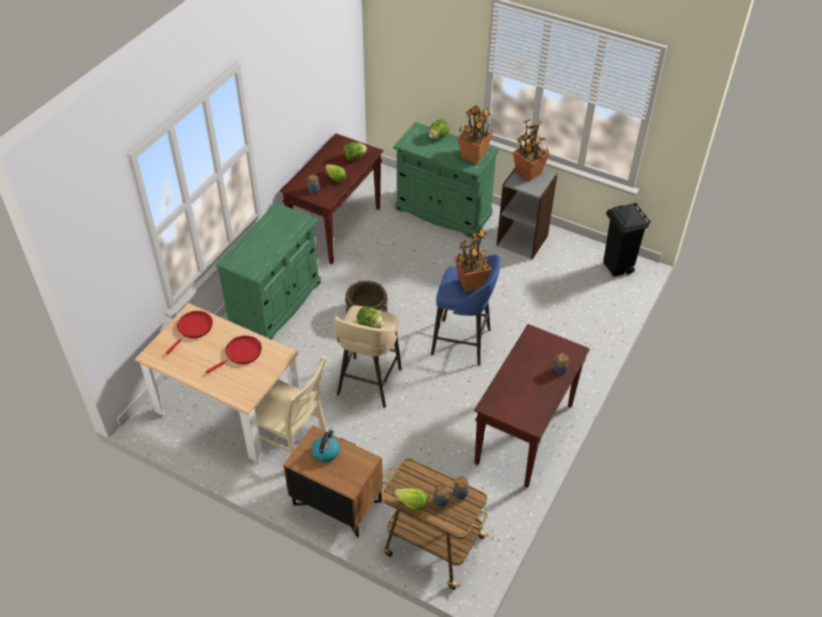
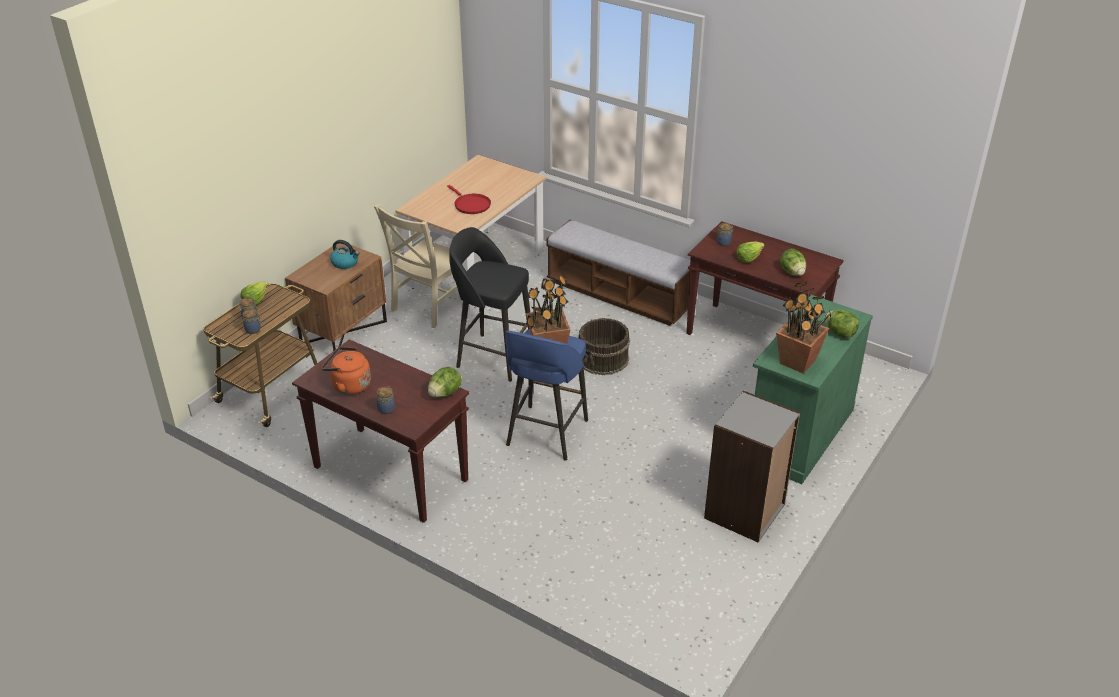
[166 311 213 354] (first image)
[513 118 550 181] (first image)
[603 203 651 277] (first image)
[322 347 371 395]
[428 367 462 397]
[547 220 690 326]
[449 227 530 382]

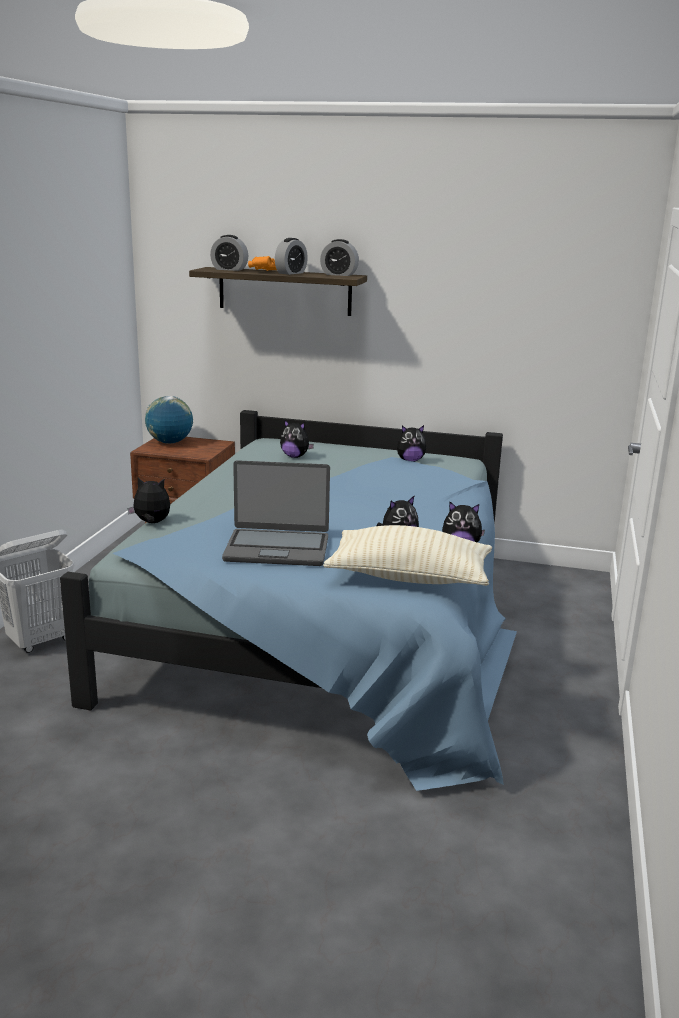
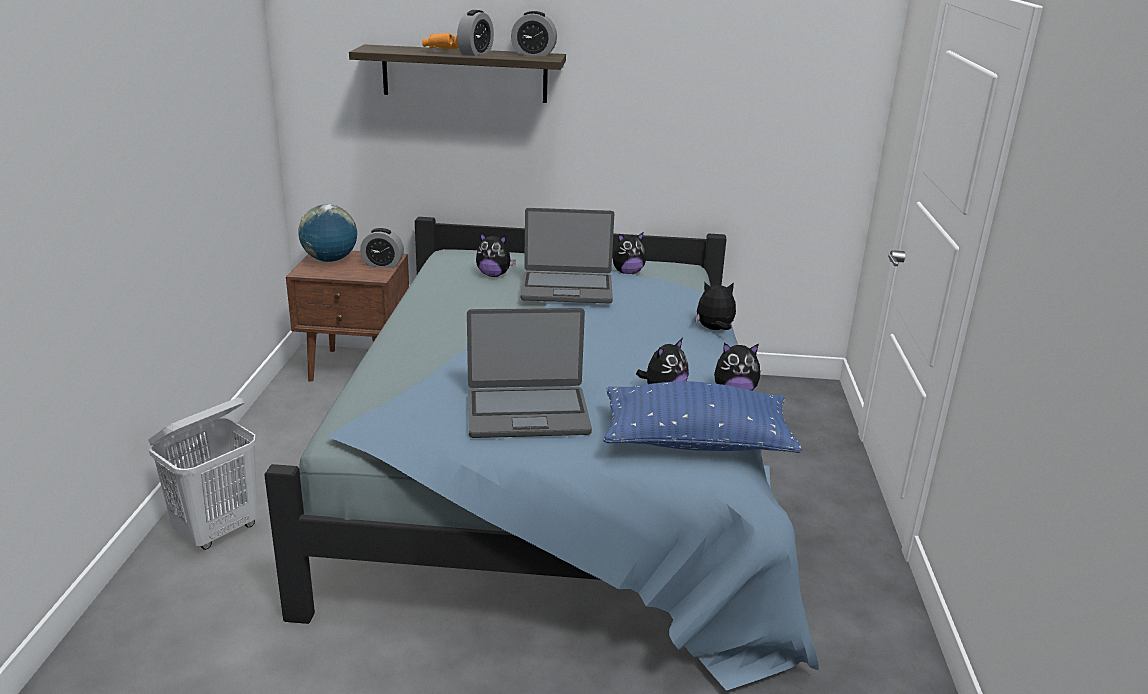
[520 208 614 303]
[695 282 736 330]
[360 228 404 268]
[603 381 802 453]

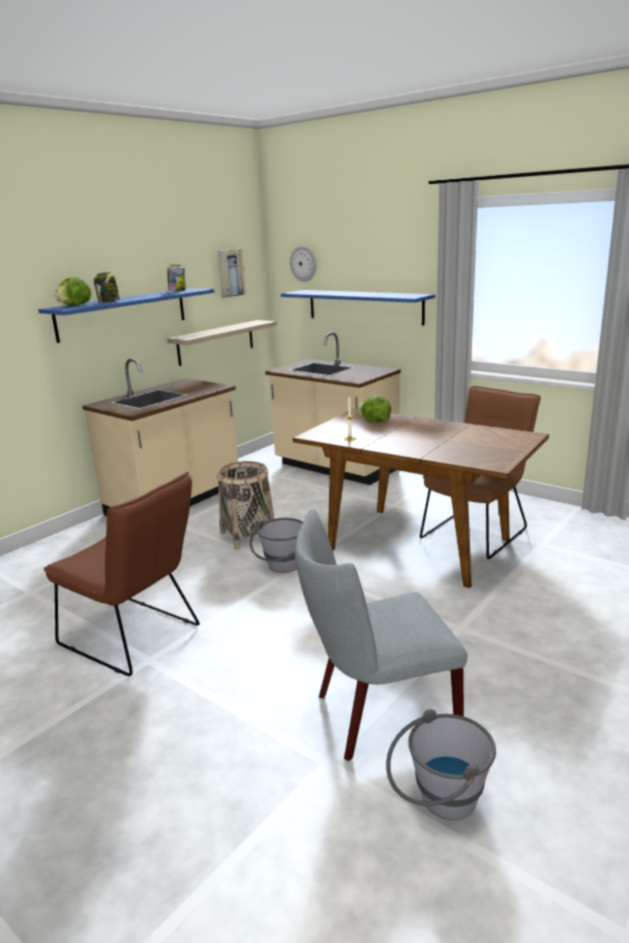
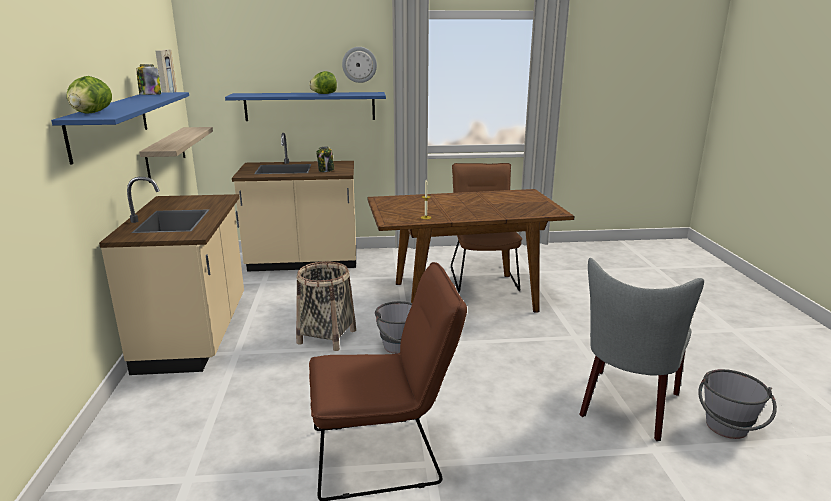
[317 146 334 172]
[342 47 377 83]
[309 71 337 94]

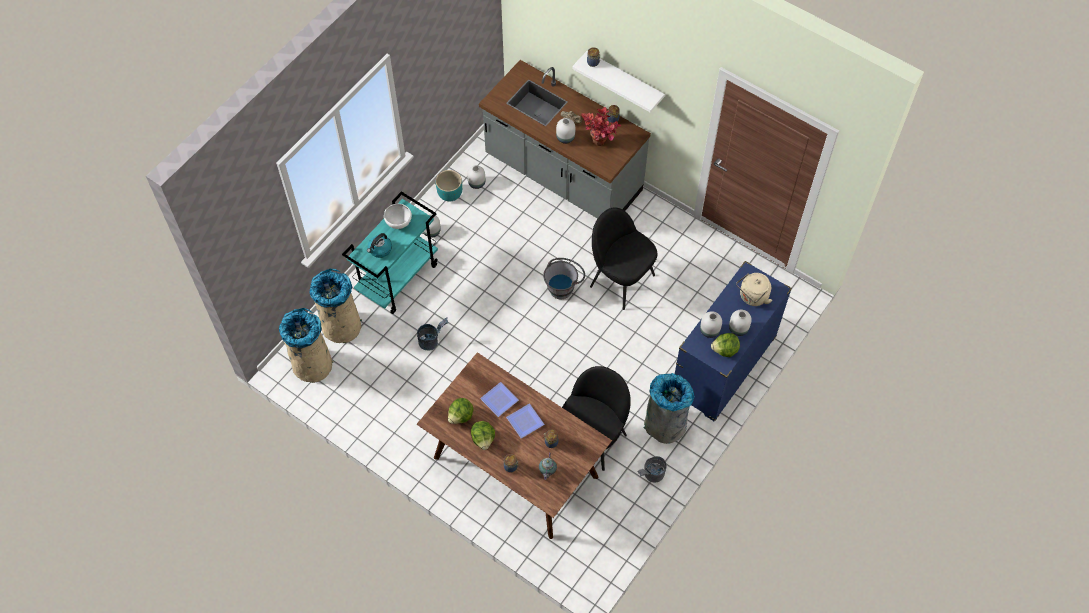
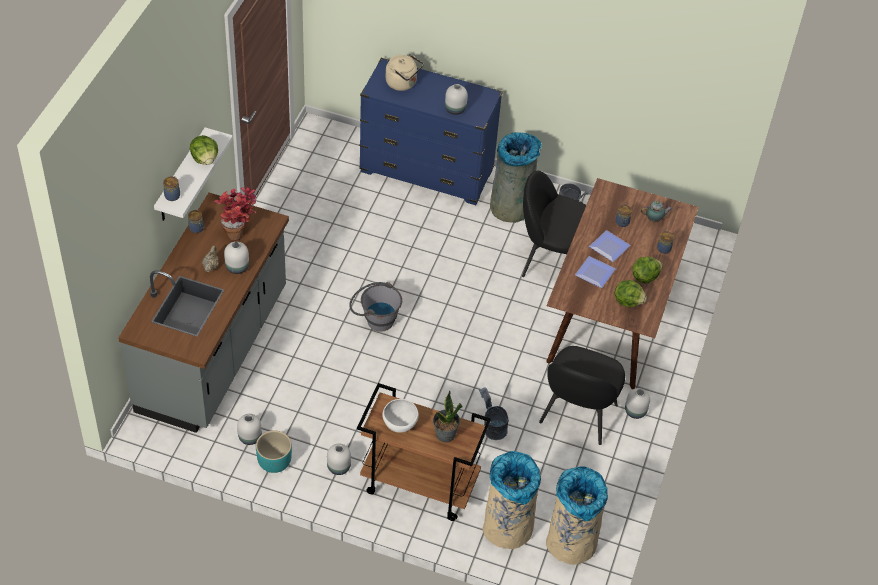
[539 346 625 445]
[190 135 218 165]
[625 388 650 419]
[433 390 463 442]
[357 383 491 521]

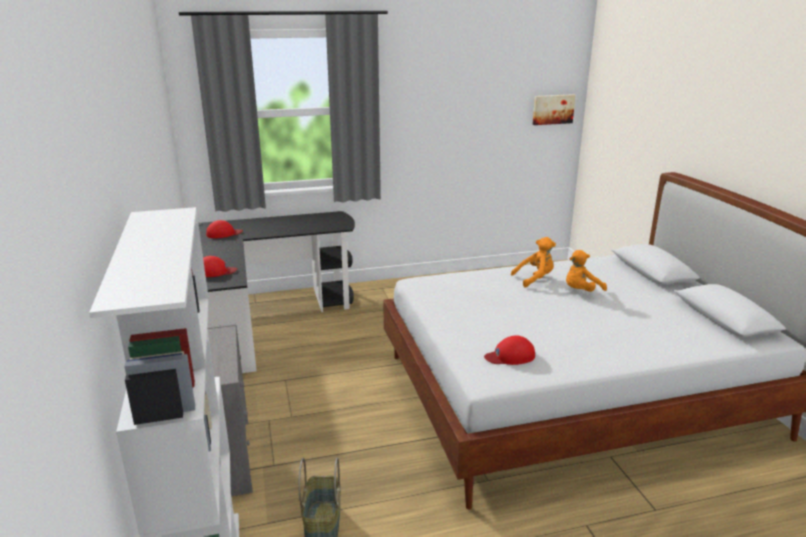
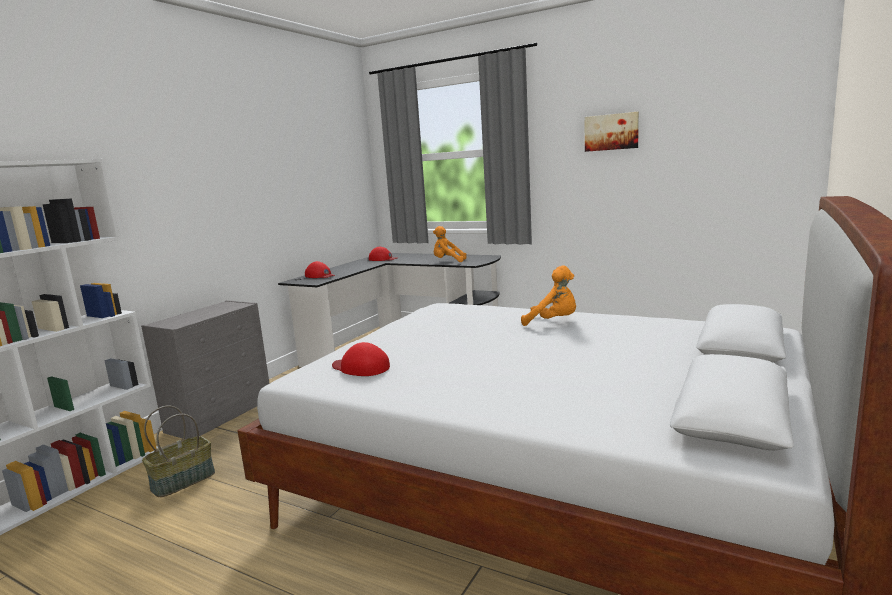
[584 112 639 152]
[433 226 467 262]

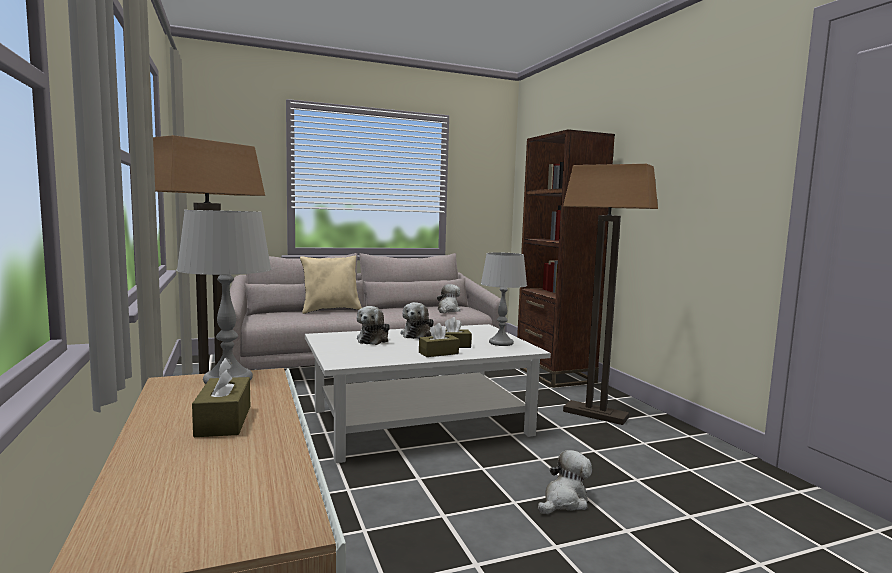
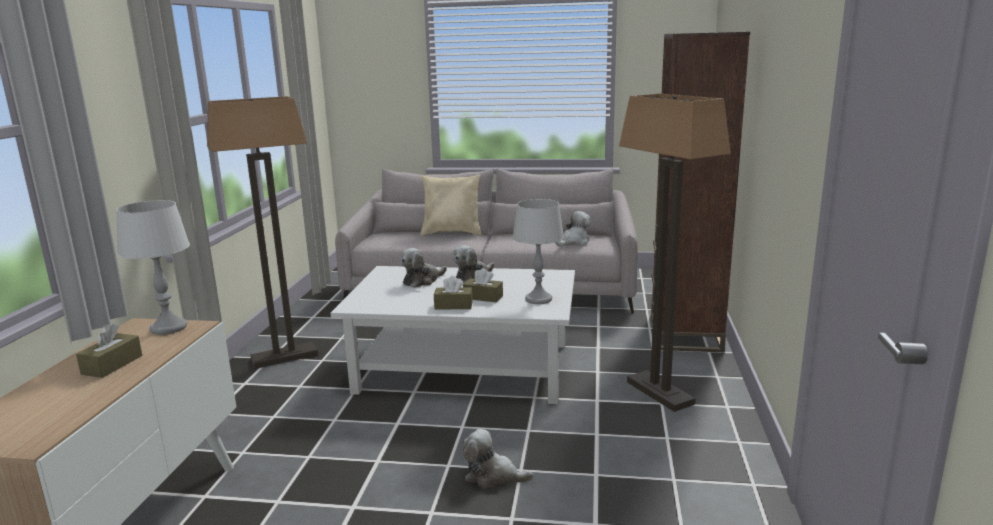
[462 429 534 488]

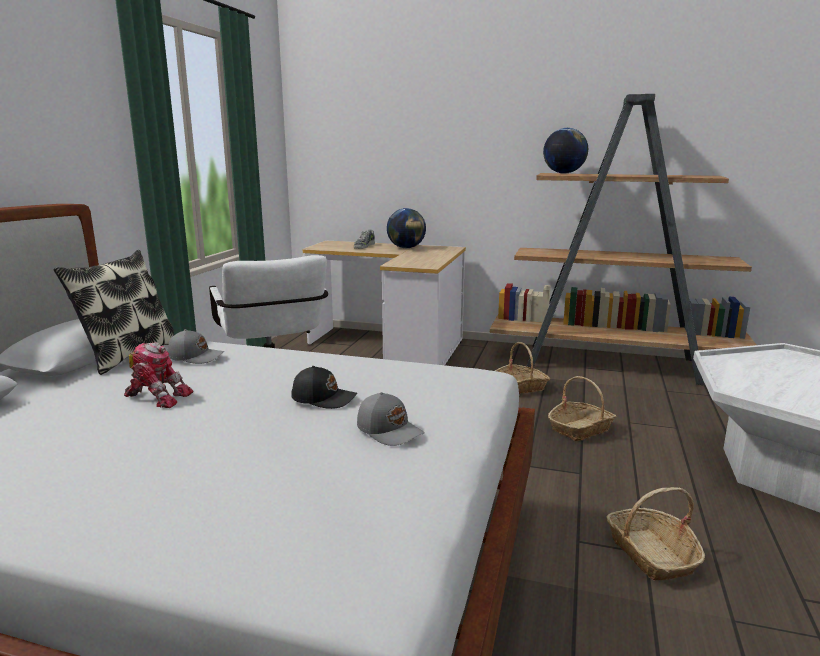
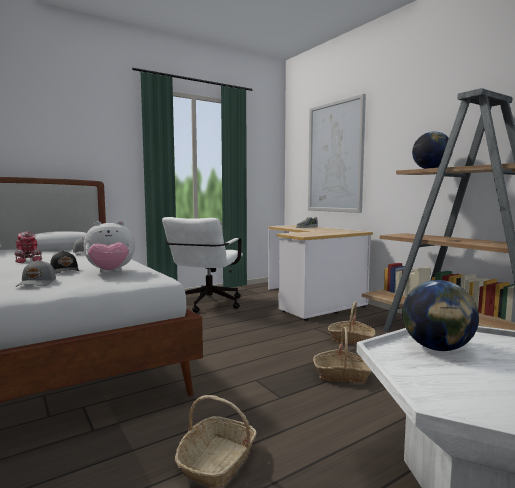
[54 250 174 375] (first image)
[84 221 135 273]
[308 94 366 213]
[402 280 479 351]

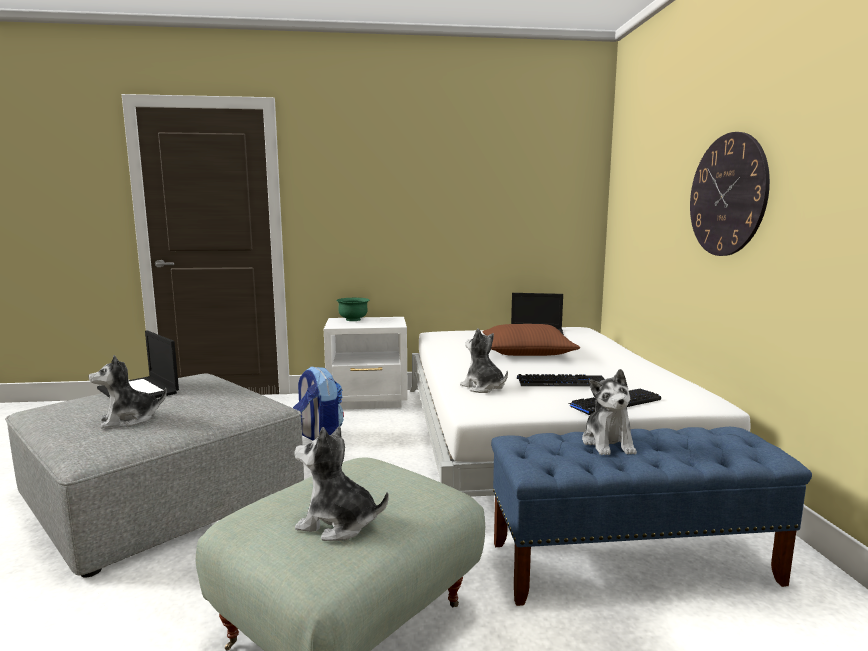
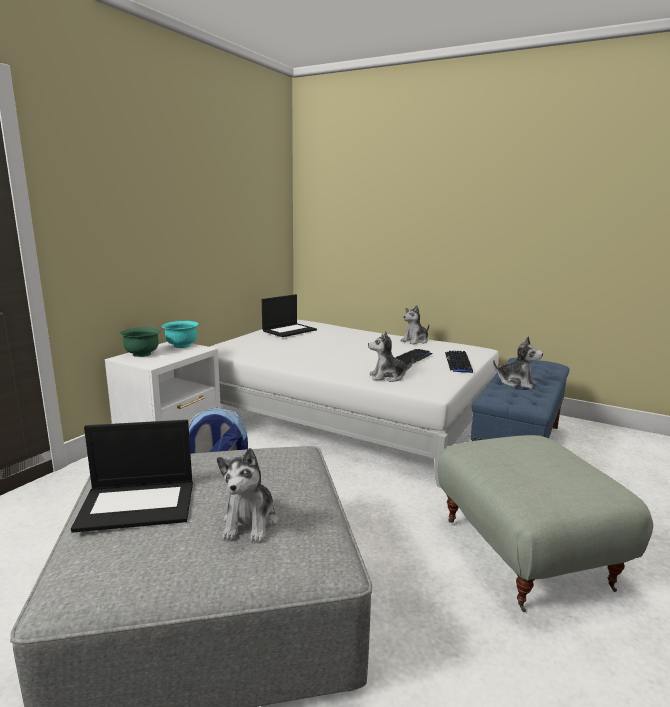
[482 324 580 356] (first image)
[690 132 770 256] (first image)
[162 321 199 348]
[401 305 429 345]

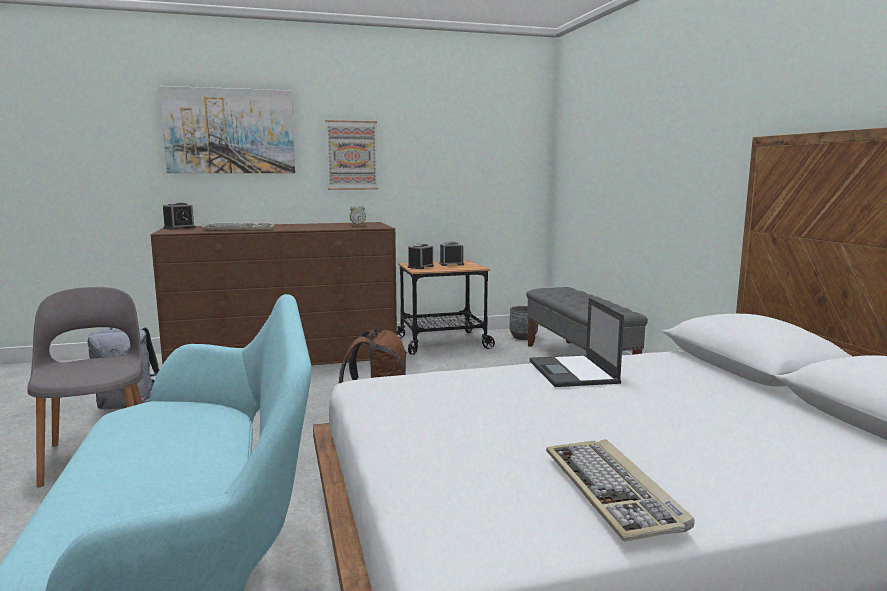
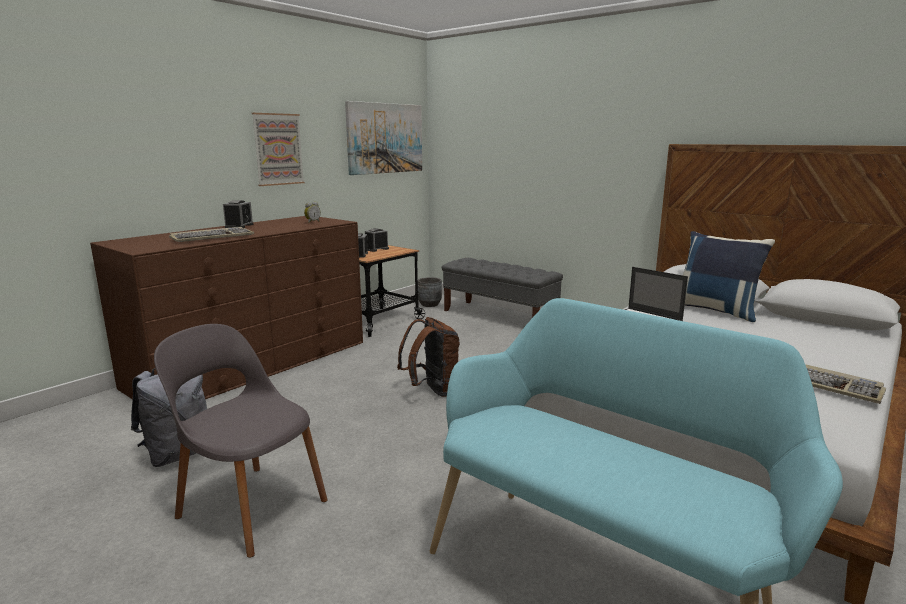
[683 231 775 322]
[345 101 422 175]
[223 200 253 228]

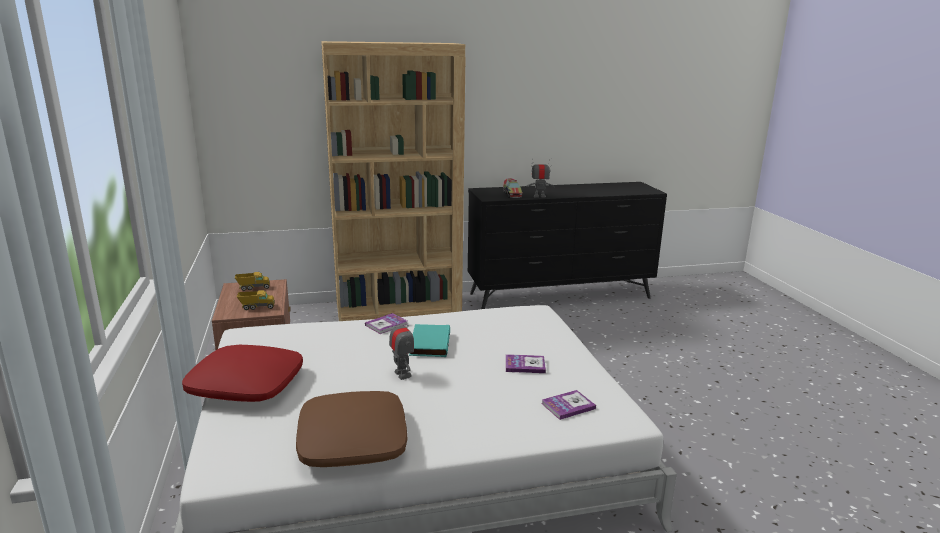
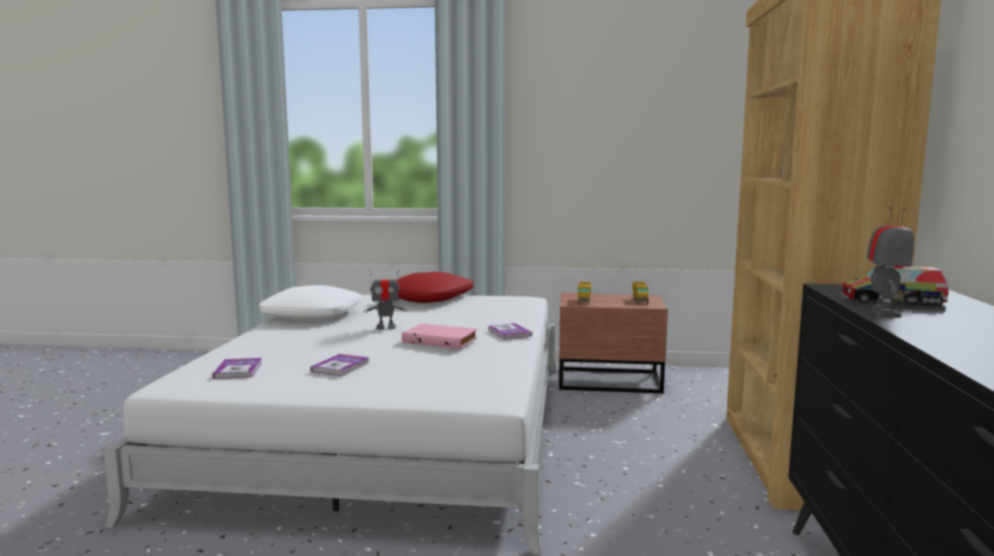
[259 285 362 321]
[402 323 478 349]

